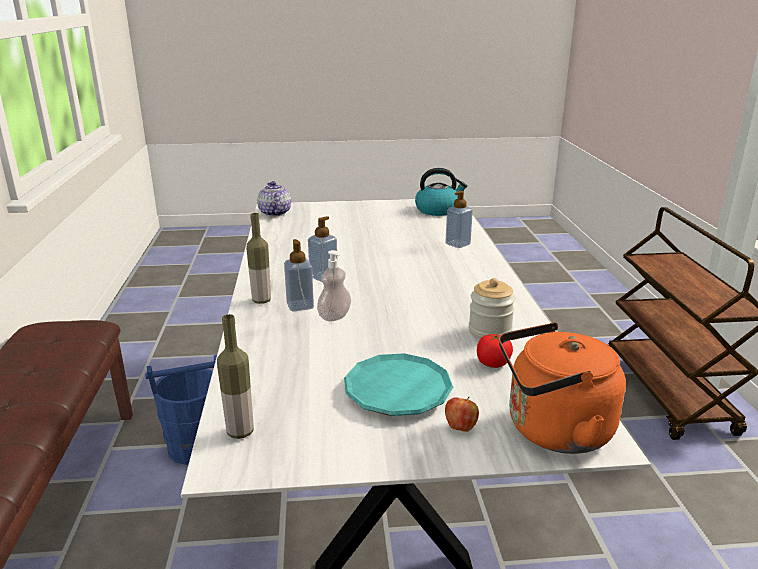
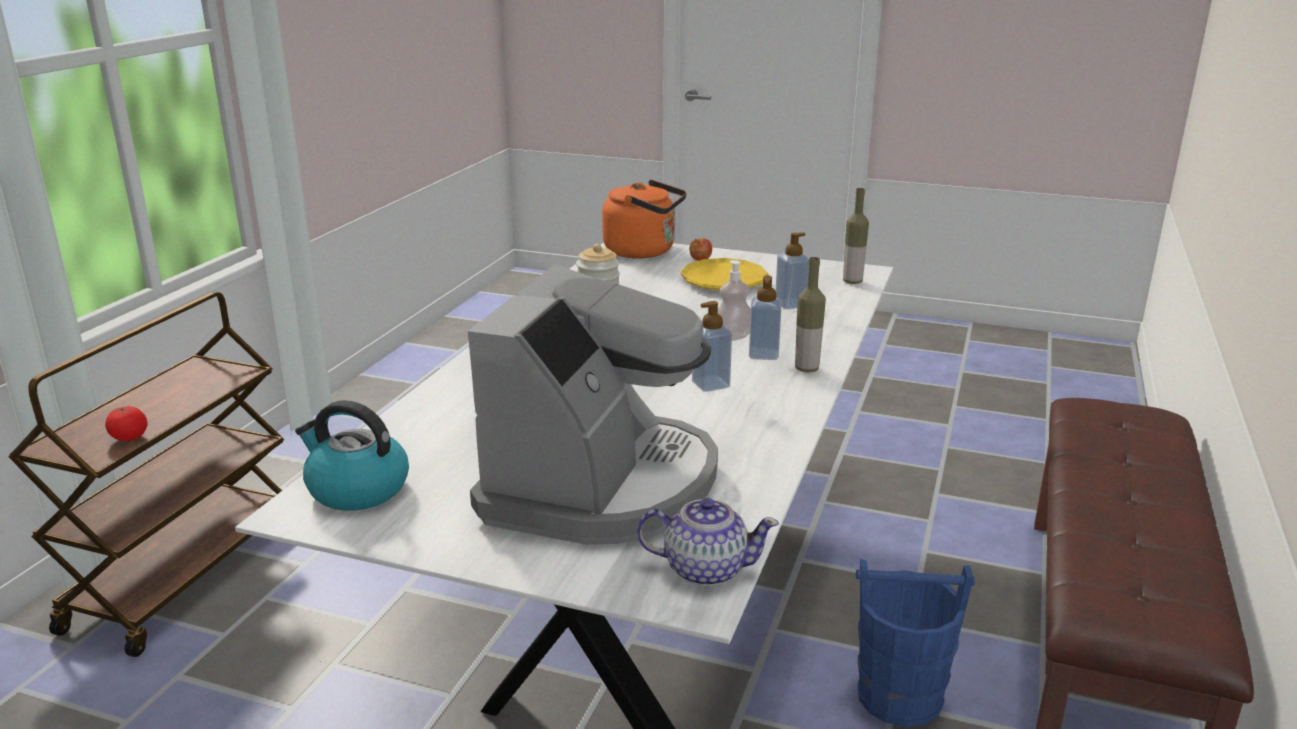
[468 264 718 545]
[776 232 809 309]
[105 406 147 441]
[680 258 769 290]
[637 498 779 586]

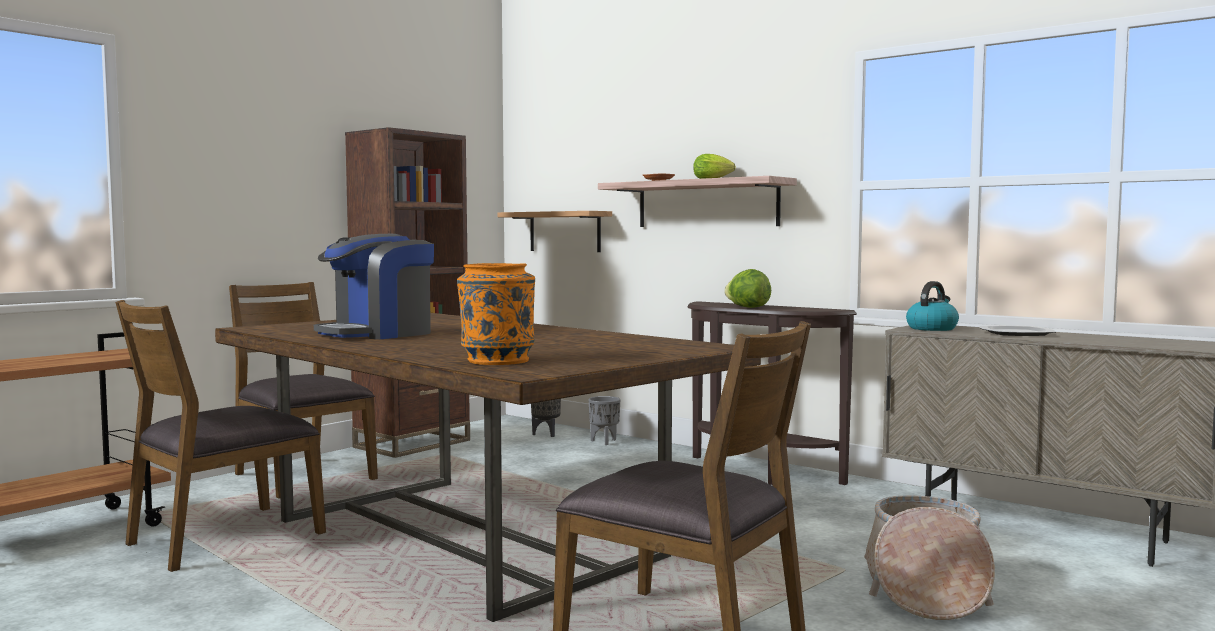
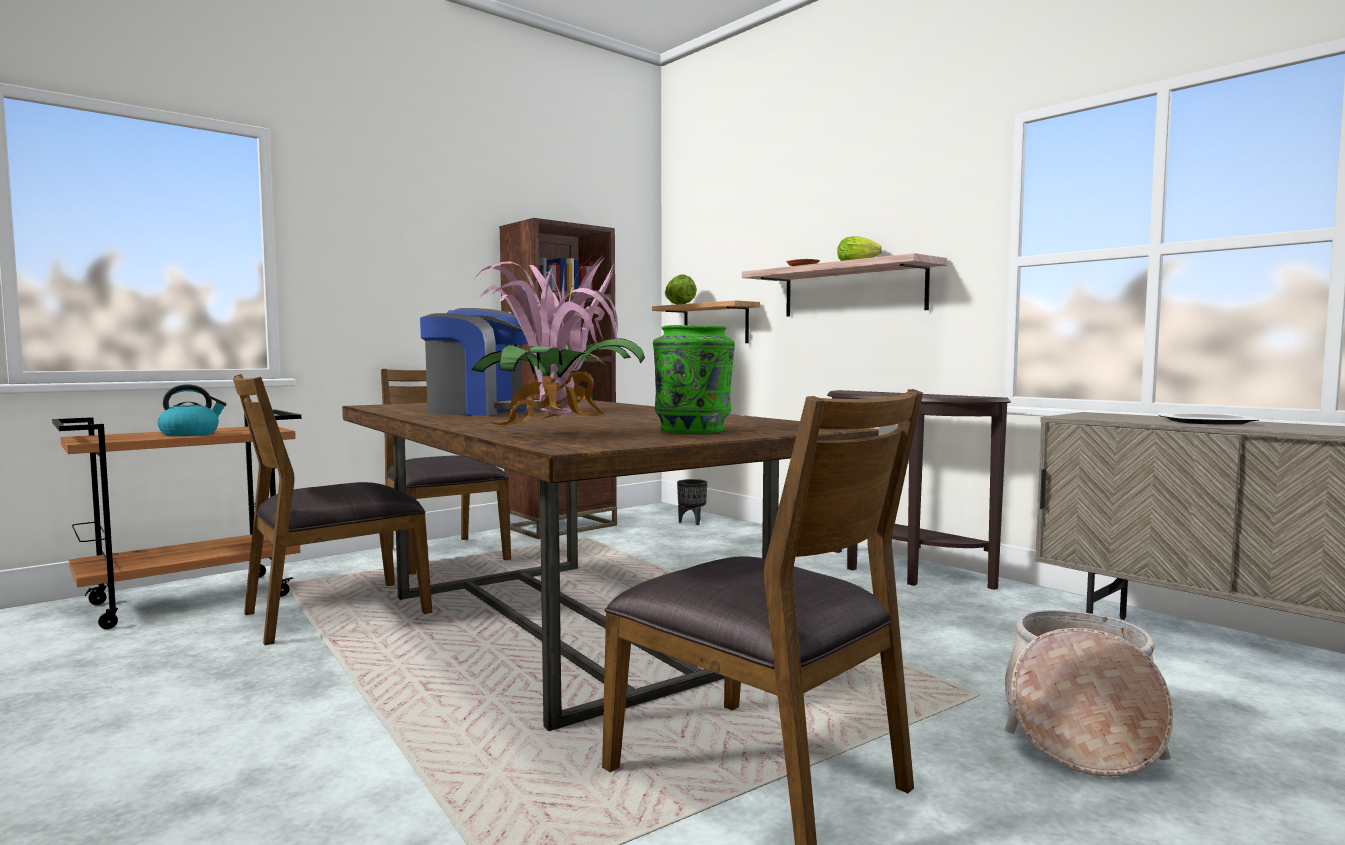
[588 396 620 445] (first image)
[653 325 735 433]
[665 274 697 304]
[157 384 227 436]
[472 255 645 433]
[420 308 540 416]

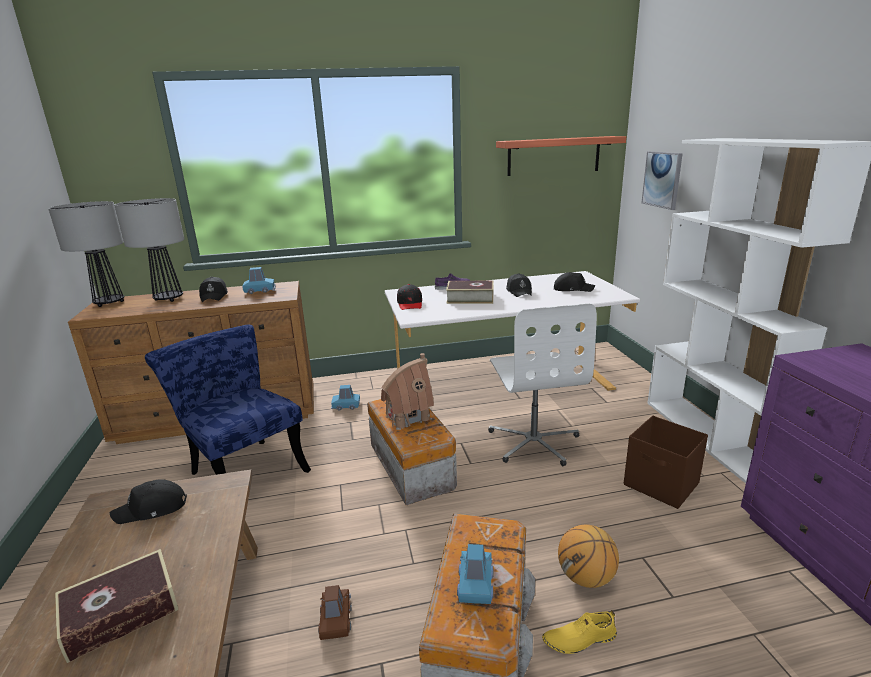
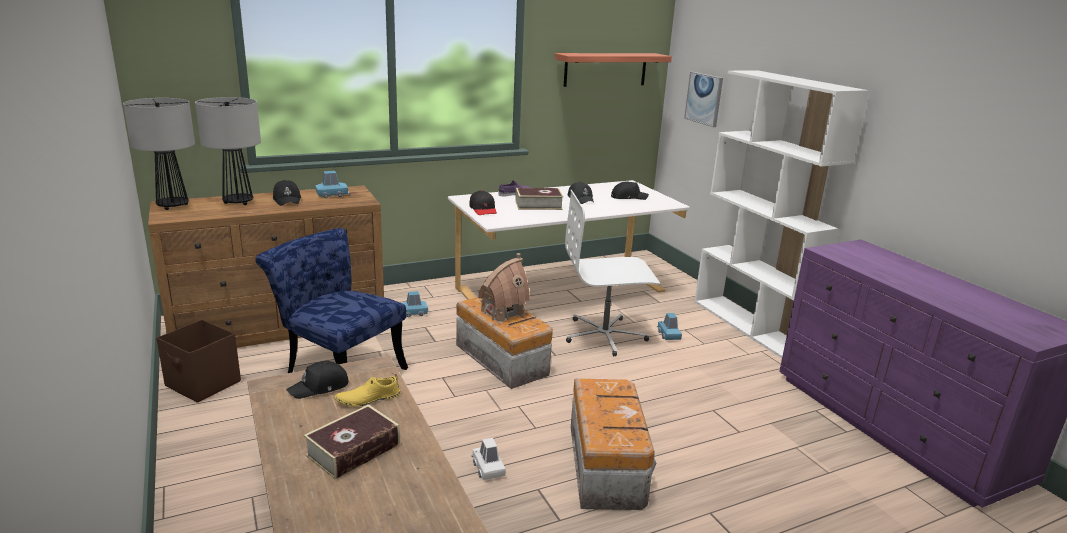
[558 525 619 588] (first image)
[657 313 682 340]
[334 374 400 407]
[156 319 241 403]
[471 438 506 480]
[565 190 659 356]

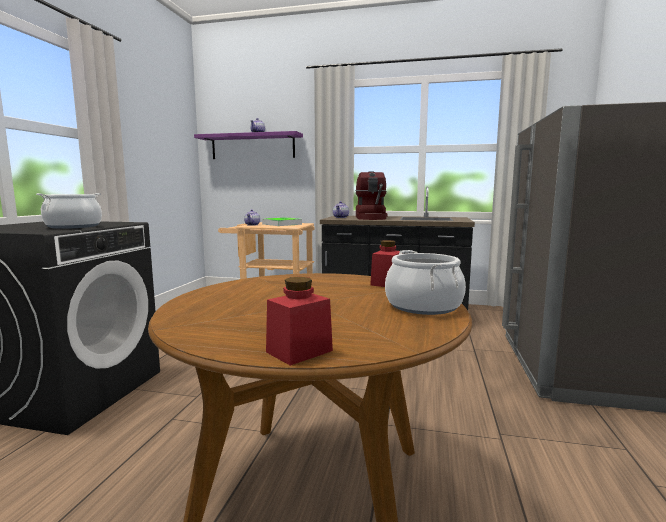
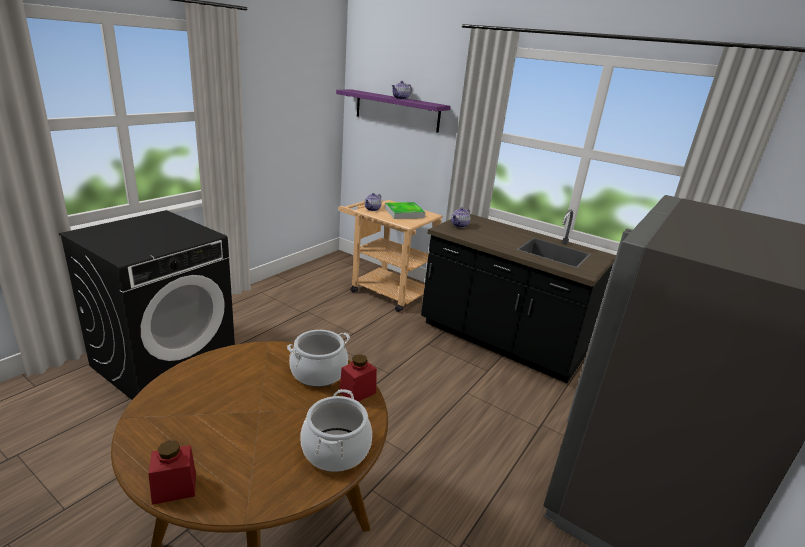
[356 171 387 220] (first image)
[287 330 350 387]

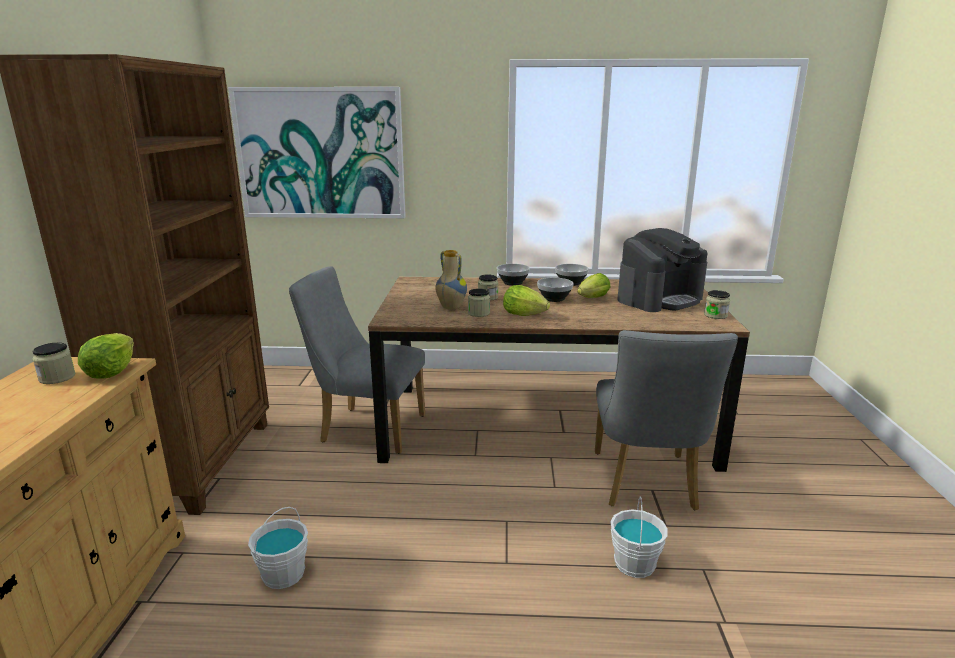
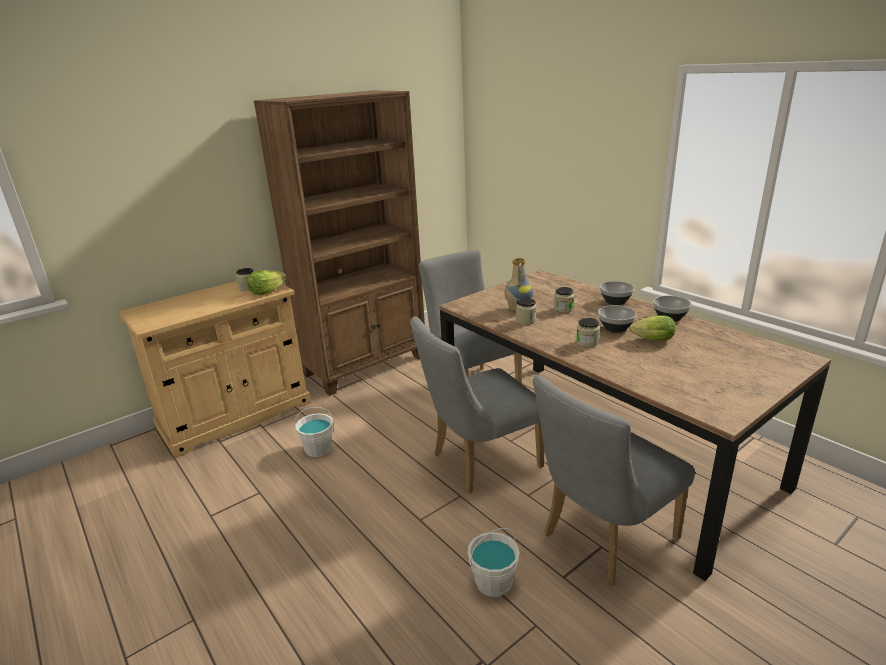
[228 87 406 218] (first image)
[503 285 550 316] (first image)
[618 228 708 312] (first image)
[410 316 544 494]
[576 318 600 348]

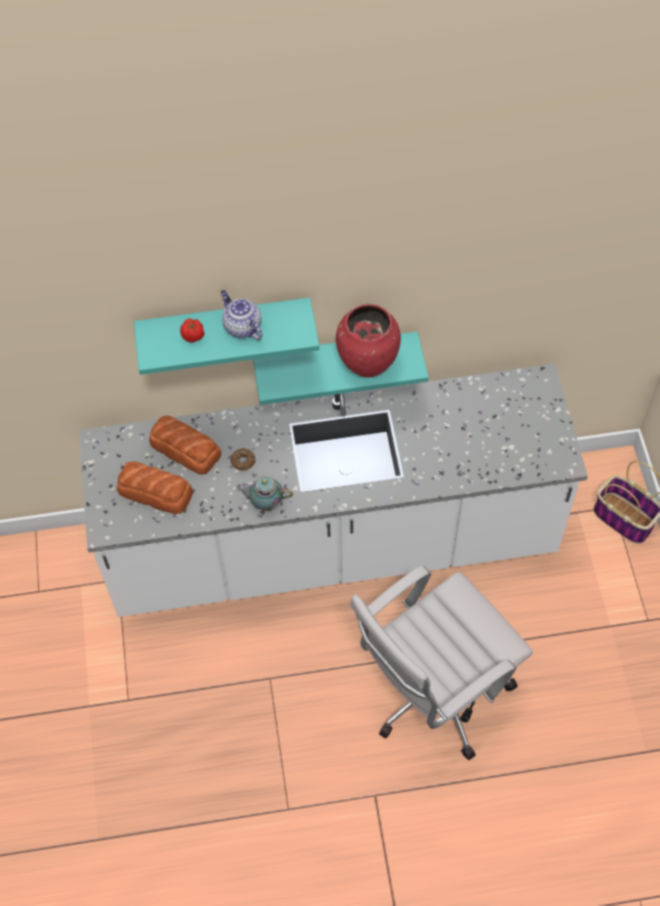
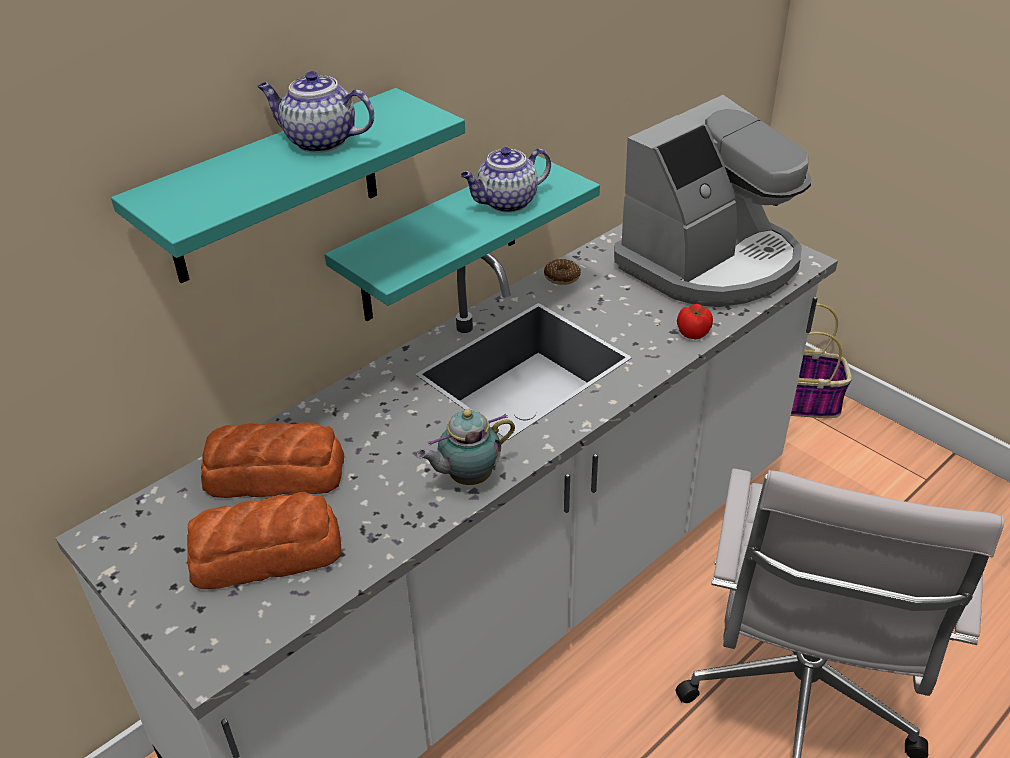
[614 95 811 307]
[677 304 713 340]
[544 259 581 285]
[461 147 551 213]

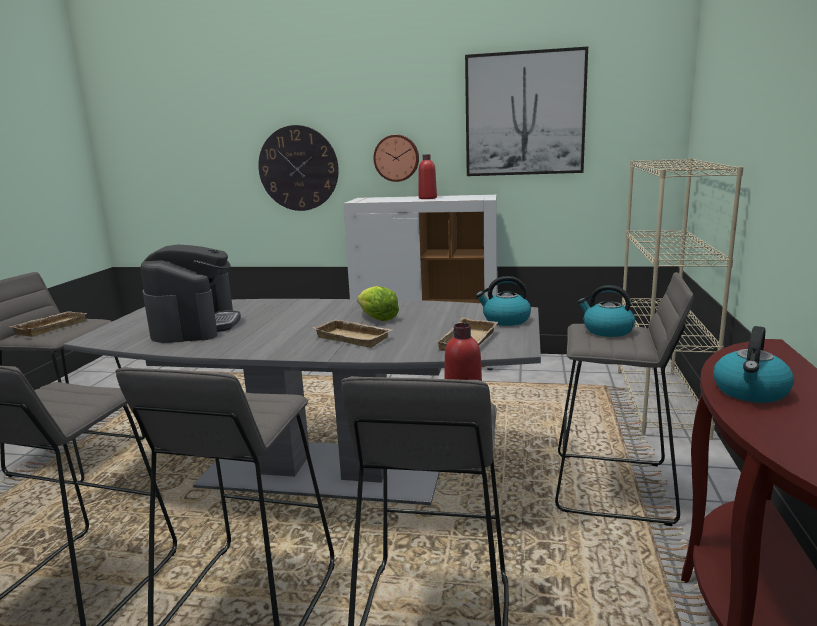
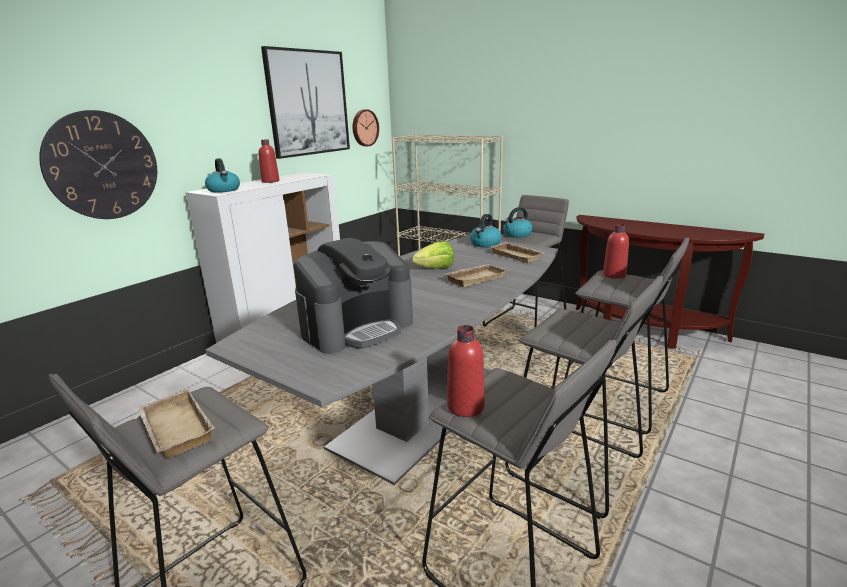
[447 325 485 417]
[353 109 379 146]
[205 158 240 193]
[294 238 413 354]

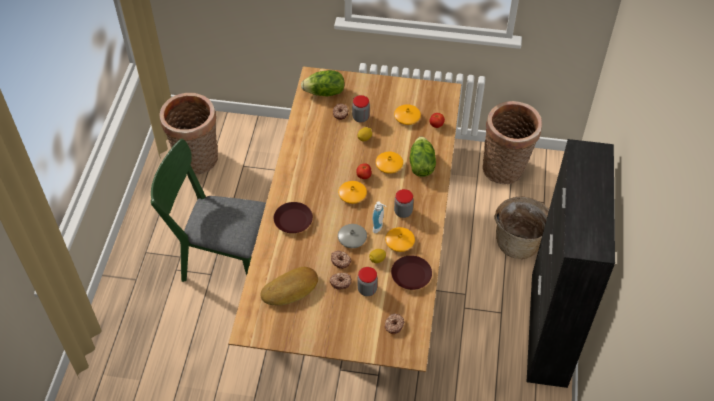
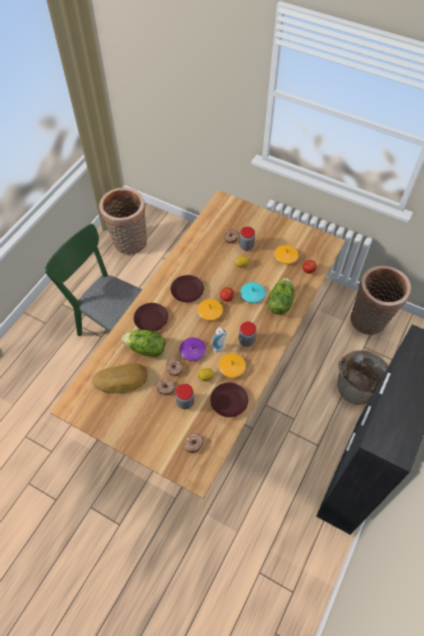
[171 275 204 302]
[122 329 165 357]
[180 338 206 361]
[240 282 265 303]

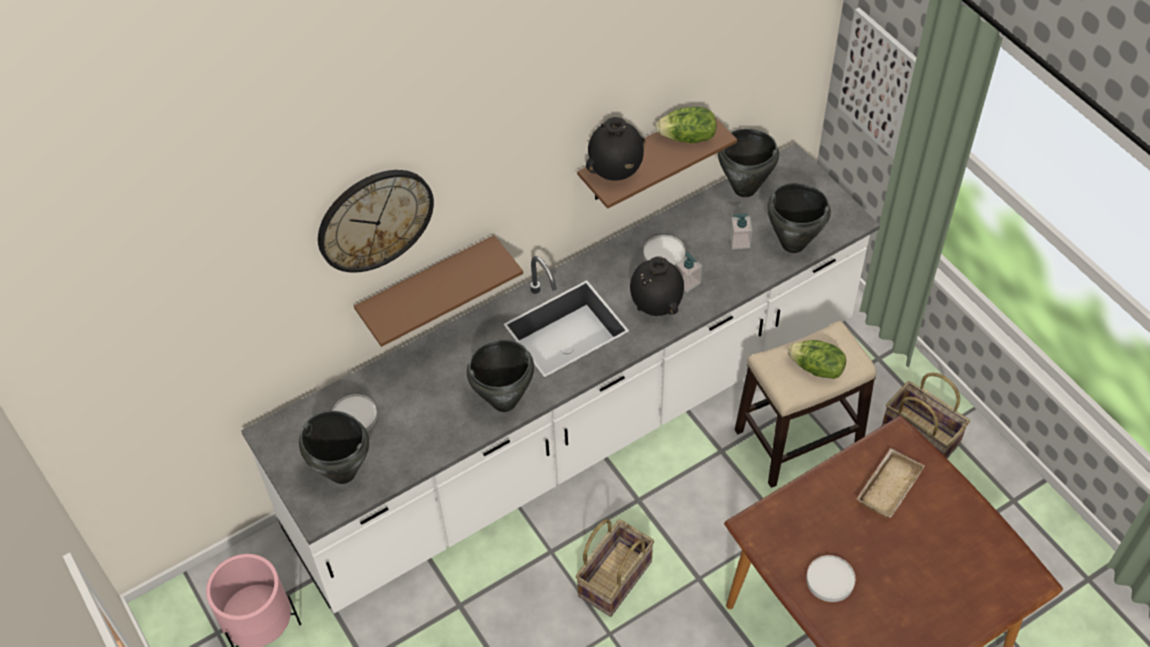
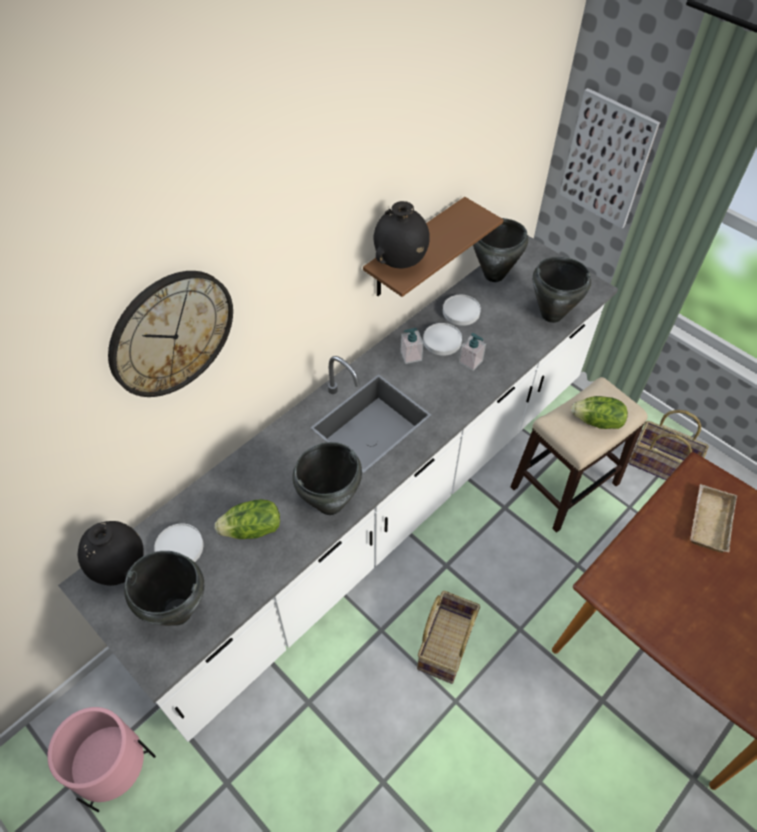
[354 235 523 347] (first image)
[78 521 144 586]
[215 499 280 539]
[401 328 424 364]
[443 295 481 326]

